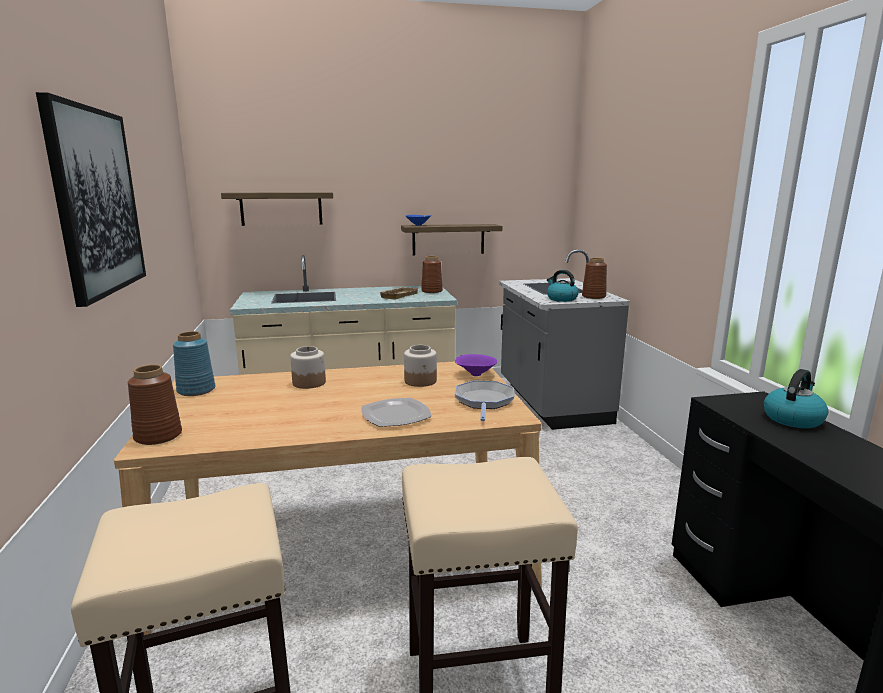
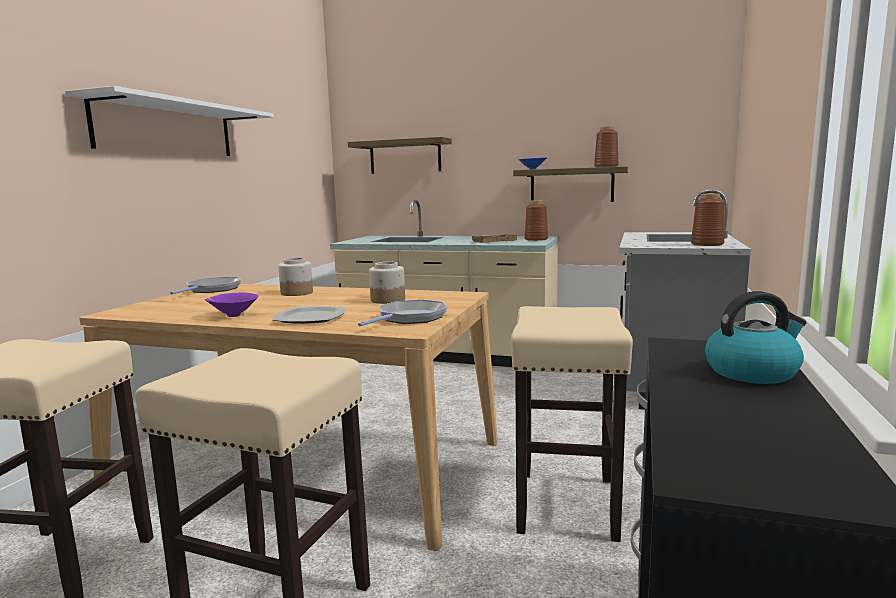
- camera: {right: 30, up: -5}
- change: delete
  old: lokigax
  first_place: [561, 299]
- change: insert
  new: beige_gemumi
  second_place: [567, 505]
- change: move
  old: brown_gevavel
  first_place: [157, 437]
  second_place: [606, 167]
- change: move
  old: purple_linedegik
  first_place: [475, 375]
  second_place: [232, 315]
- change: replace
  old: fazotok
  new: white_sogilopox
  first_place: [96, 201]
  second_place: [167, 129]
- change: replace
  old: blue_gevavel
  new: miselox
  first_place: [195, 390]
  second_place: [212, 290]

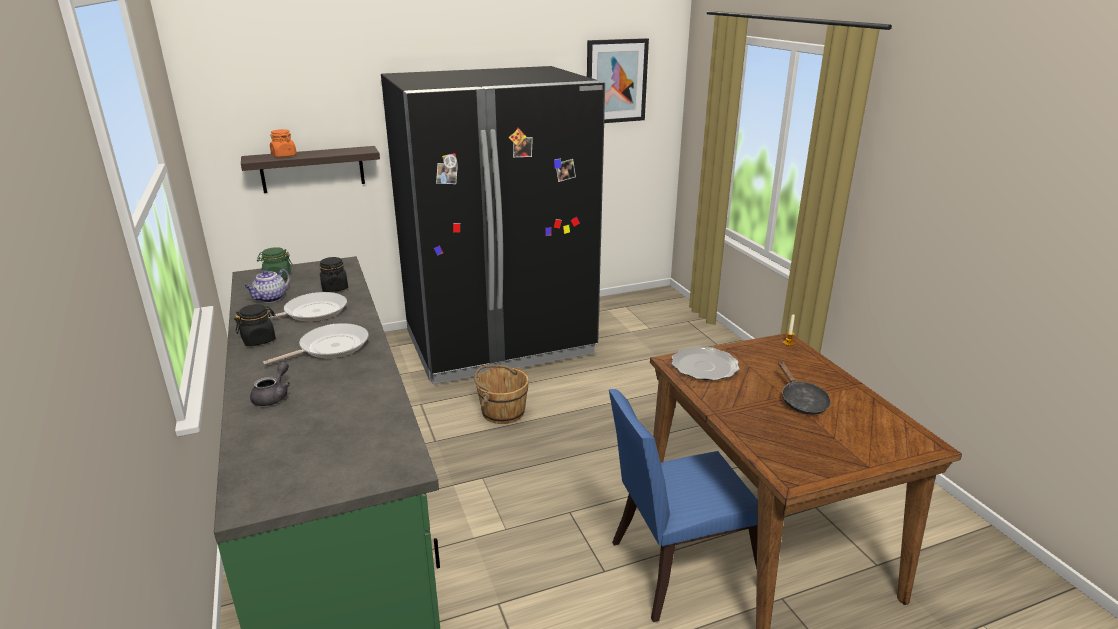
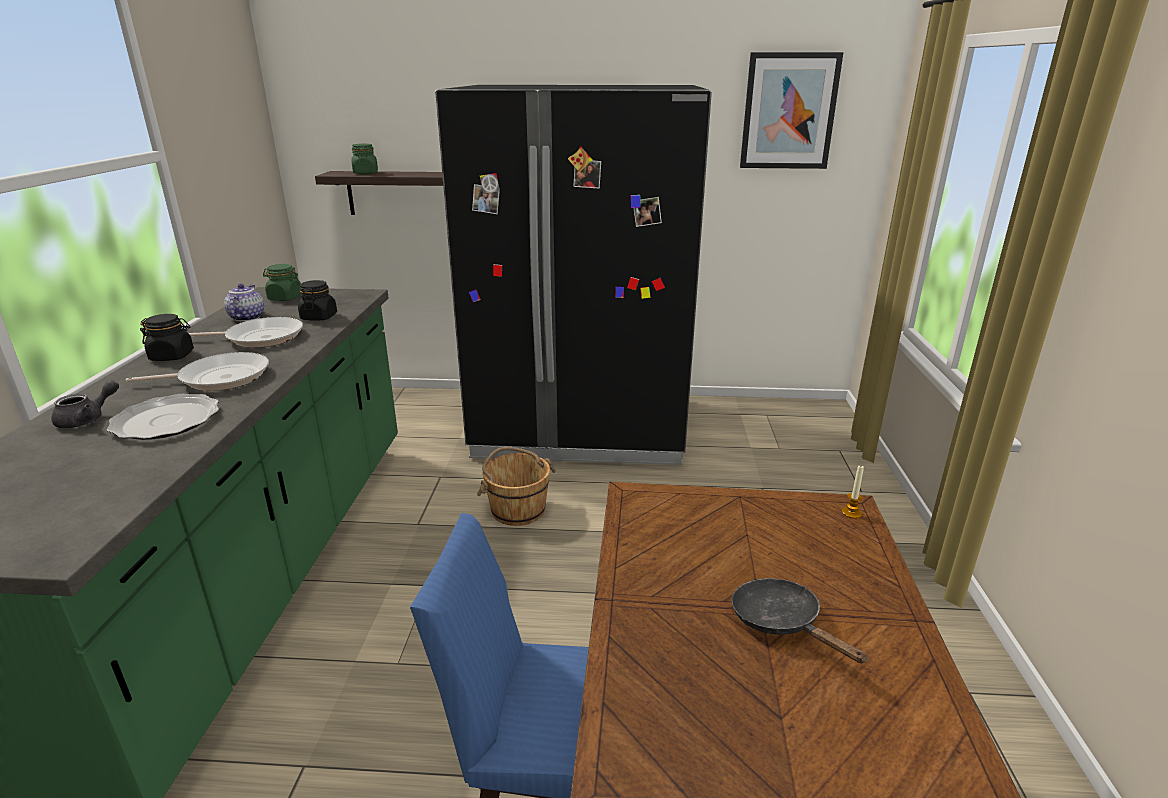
- camera: {right: 25, up: 0}
- change: move
  old: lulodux
  first_place: [704, 366]
  second_place: [166, 420]
- change: recolor
  old: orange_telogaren
  new: green_telogaren
  first_place: [284, 155]
  second_place: [365, 173]
- change: rotate
  old: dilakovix
  first_place: [270, 298]
  second_place: [247, 317]
  degrees: 120
- change: rotate
  old: black_miselox
  first_place: [801, 401]
  second_place: [781, 622]
  degrees: 135

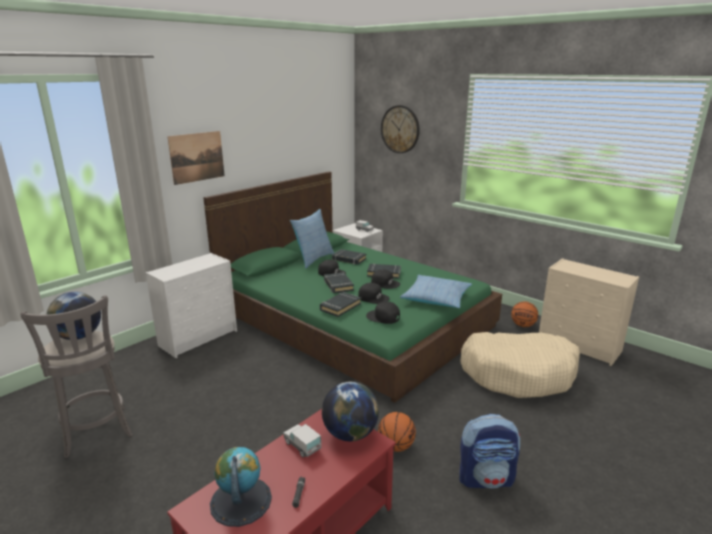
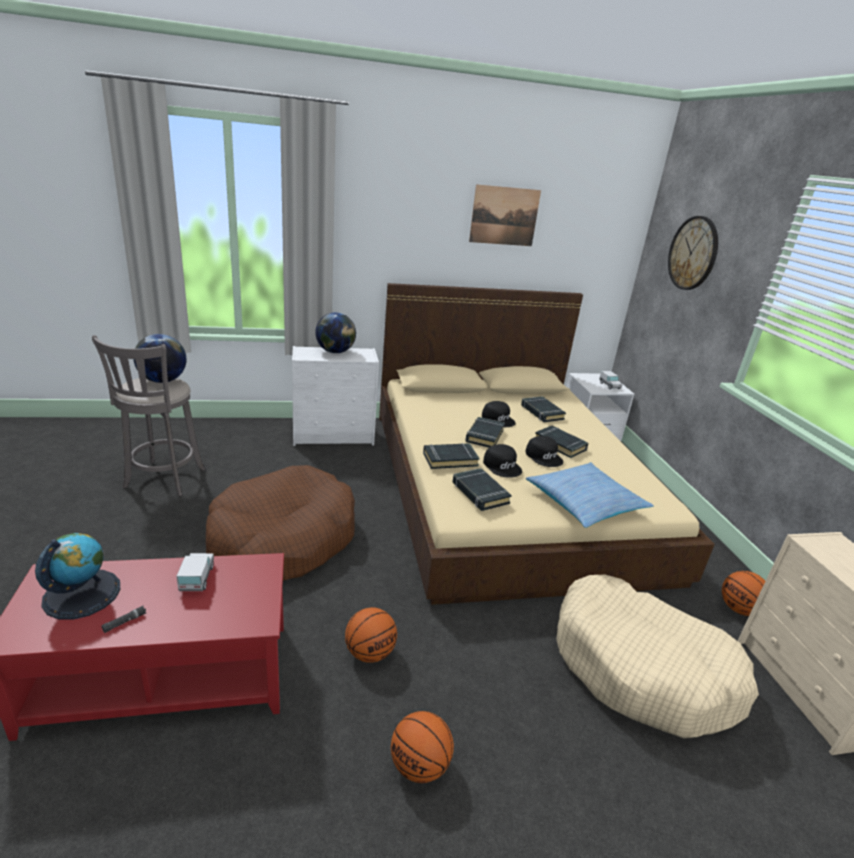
- camera: {right: 35, up: 5}
- change: delete
  old: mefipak
  first_place: [313, 259]
- change: insert
  new: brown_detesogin
  second_place: [282, 539]
- change: move
  old: fazotok
  first_place: [197, 157]
  second_place: [504, 216]
- change: move
  old: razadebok
  first_place: [350, 434]
  second_place: [335, 352]
- change: replace
  old: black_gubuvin
  new: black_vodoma
  first_place: [383, 317]
  second_place: [479, 493]
- change: replace
  old: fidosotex
  new: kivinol
  first_place: [486, 478]
  second_place: [419, 765]
- change: recolor
  old: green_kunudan
  new: beige_kunudan
  first_place: [353, 318]
  second_place: [507, 486]

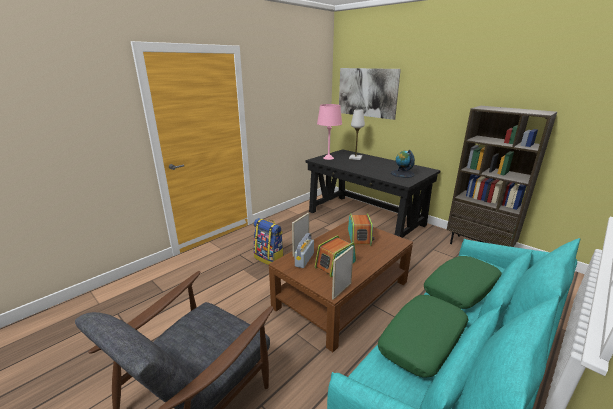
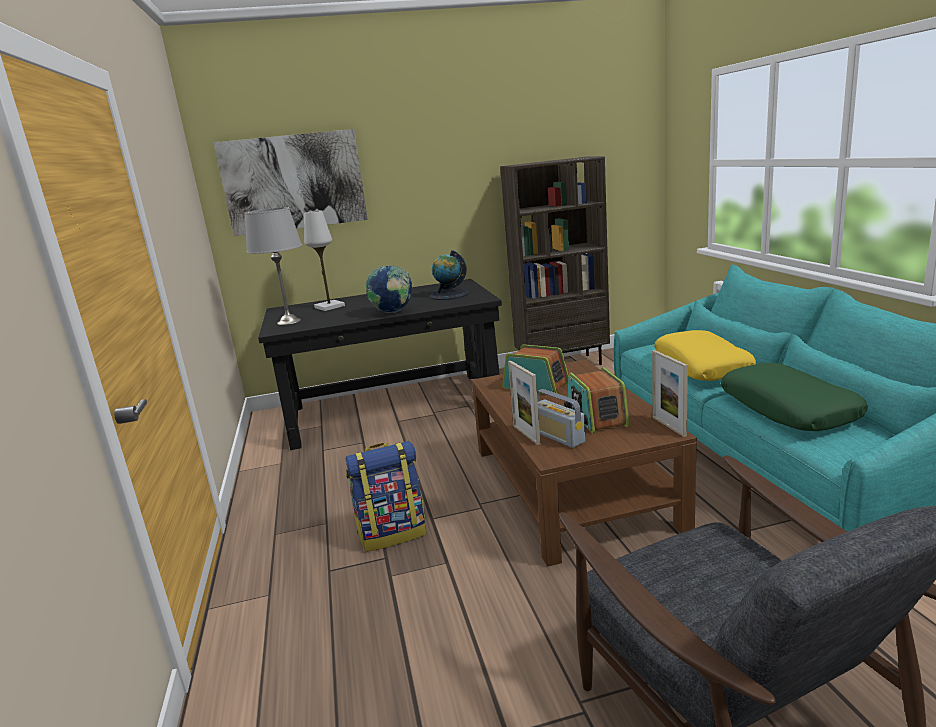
- camera: {right: -55, up: -5}
- change: insert
  new: razadebok
  second_place: [393, 312]
- change: recolor
  old: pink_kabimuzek
  new: grey_kabimuzek
  first_place: [328, 158]
  second_place: [288, 322]
- change: recolor
  old: green_mefipak
  new: yellow_mefipak
  first_place: [461, 288]
  second_place: [702, 366]

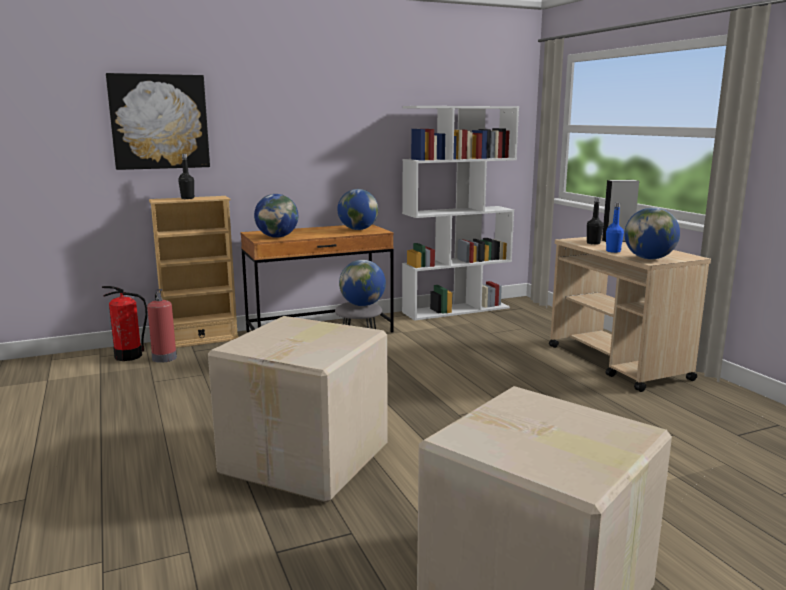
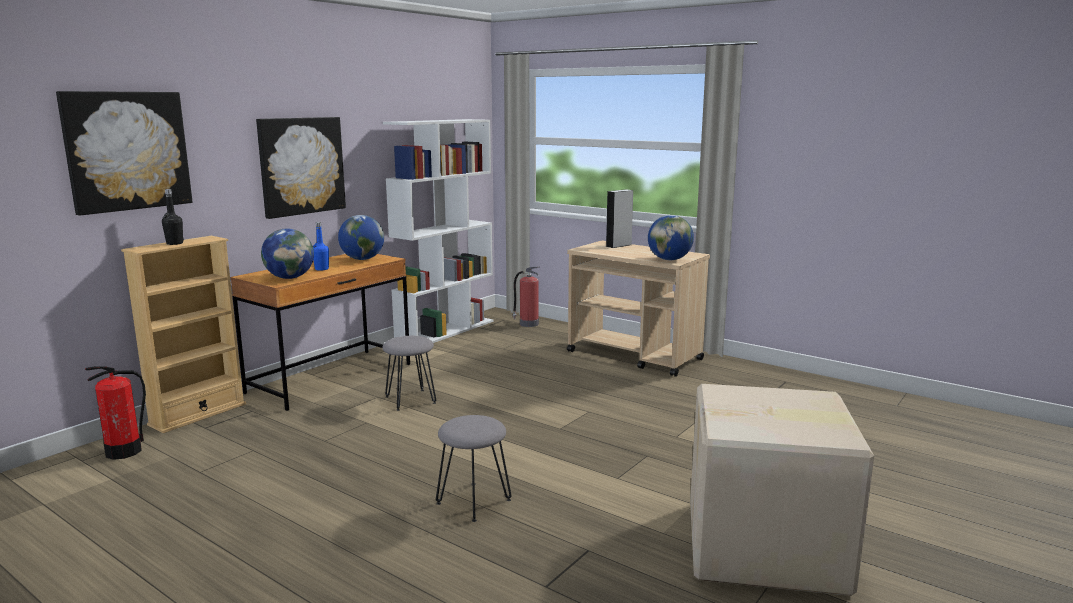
- camera: {right: -30, up: 0}
- change: delete
  old: razadebok
  first_place: [362, 305]
- change: delete
  old: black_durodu
  first_place: [593, 243]
- change: insert
  new: fazotok
  second_place: [301, 166]
- change: move
  old: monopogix
  first_place: [164, 357]
  second_place: [528, 324]
- change: move
  old: blue_durodu
  first_place: [613, 251]
  second_place: [321, 269]
- change: replace
  old: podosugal
  new: grey_gemumi
  first_place: [308, 458]
  second_place: [474, 501]

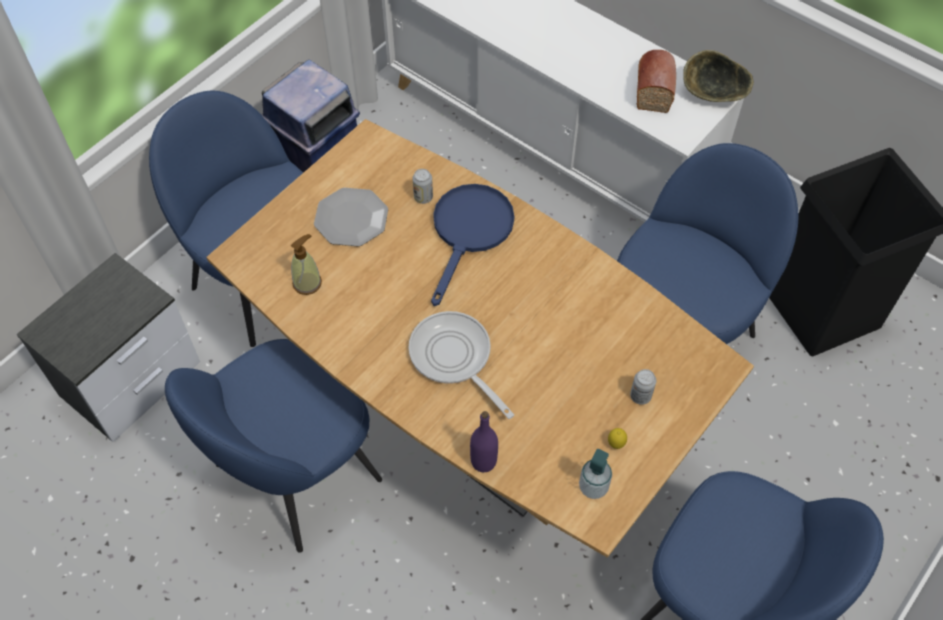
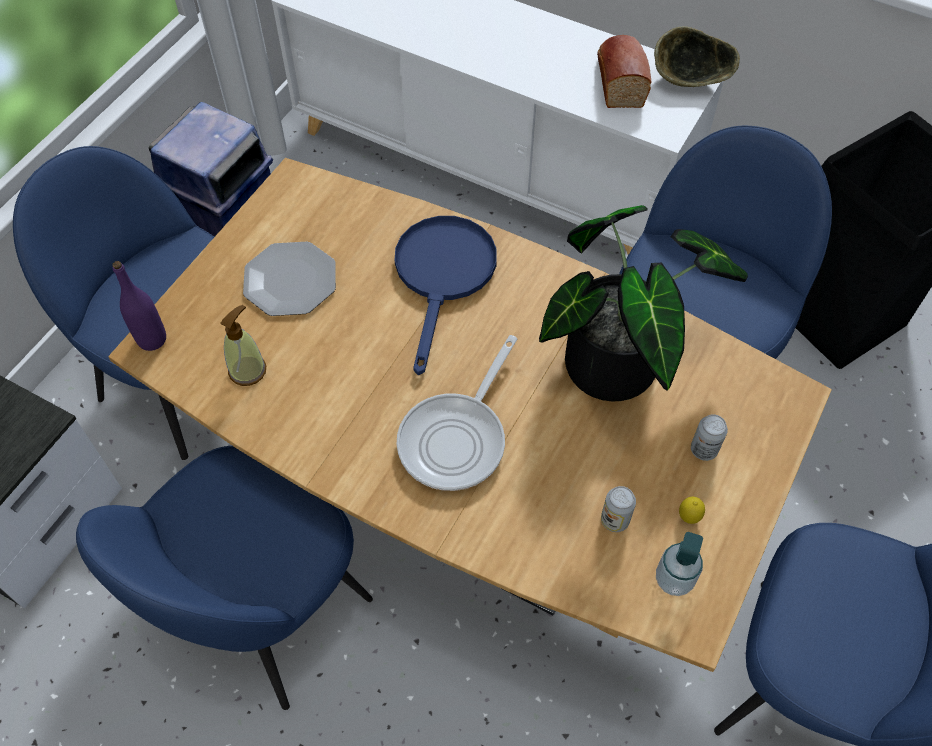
- camera: {right: -10, up: 0}
- change: insert
  new: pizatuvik
  second_place: [622, 366]
- change: move
  old: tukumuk
  first_place: [423, 197]
  second_place: [614, 520]
- change: move
  old: purple_durodu
  first_place: [483, 461]
  second_place: [152, 339]
- change: rotate
  old: miselox
  first_place: [454, 358]
  second_place: [457, 438]
  degrees: -105

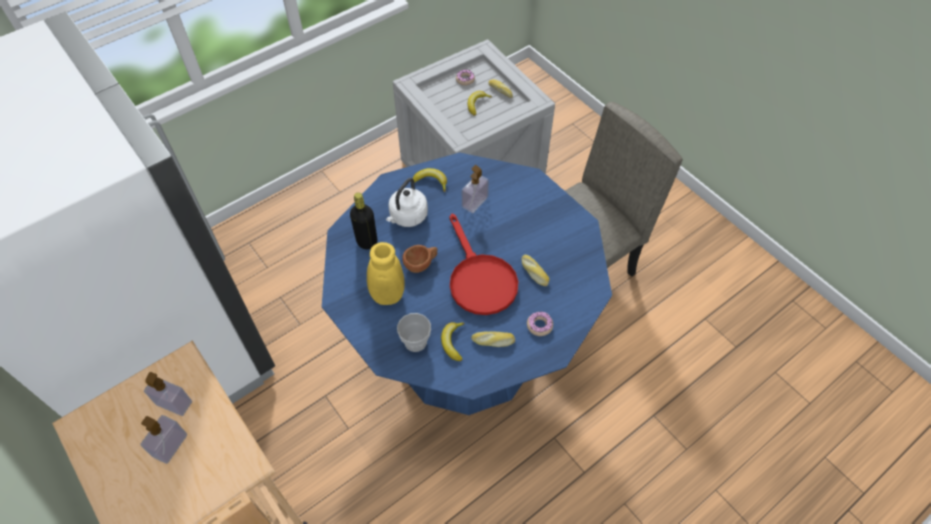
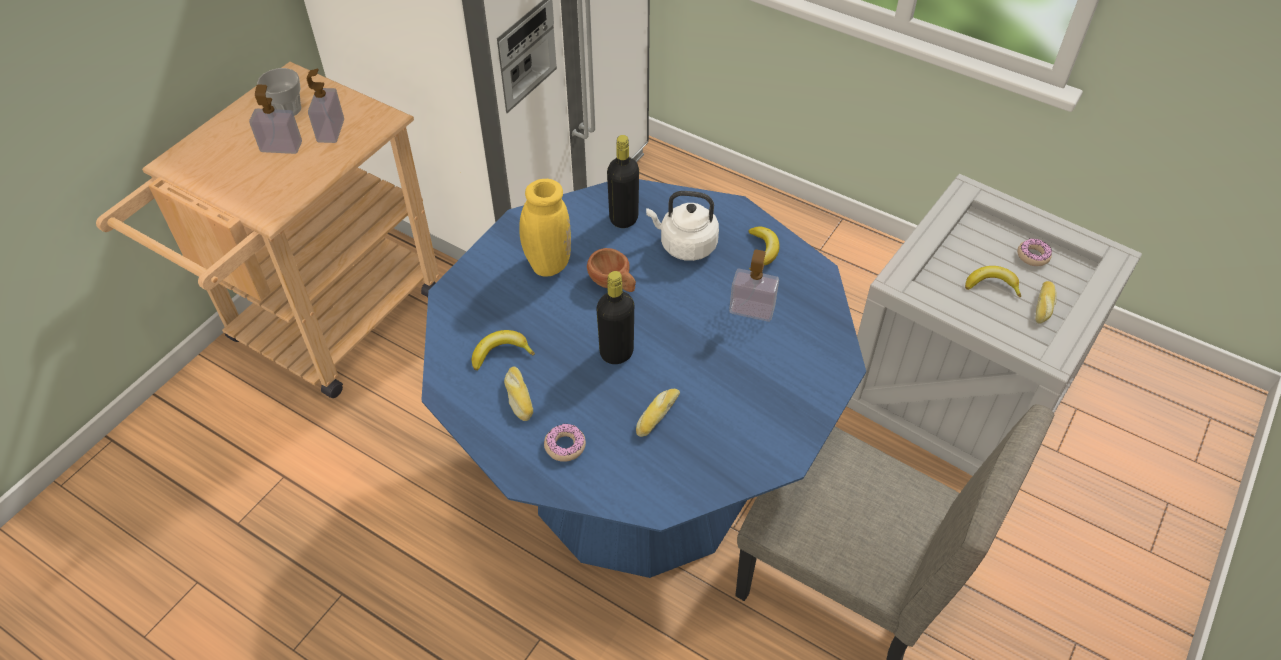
- camera: {right: 70, up: -5}
- change: move
  old: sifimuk
  first_place: [415, 342]
  second_place: [287, 109]
- change: replace
  old: red_miselox
  new: black_durodu
  first_place: [479, 279]
  second_place: [616, 353]

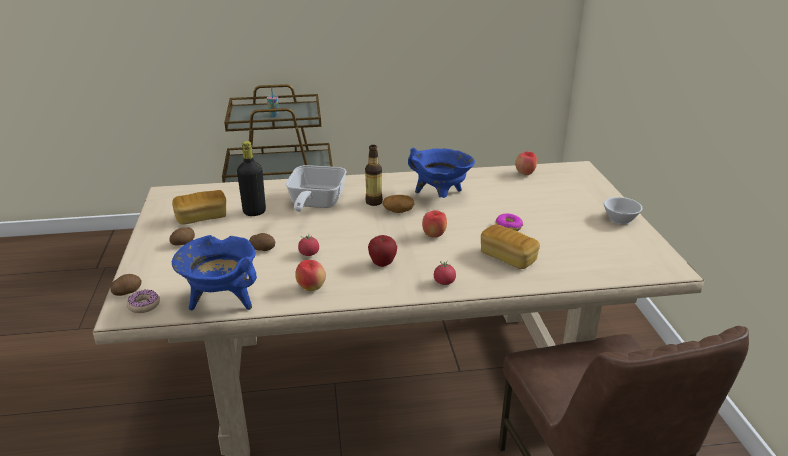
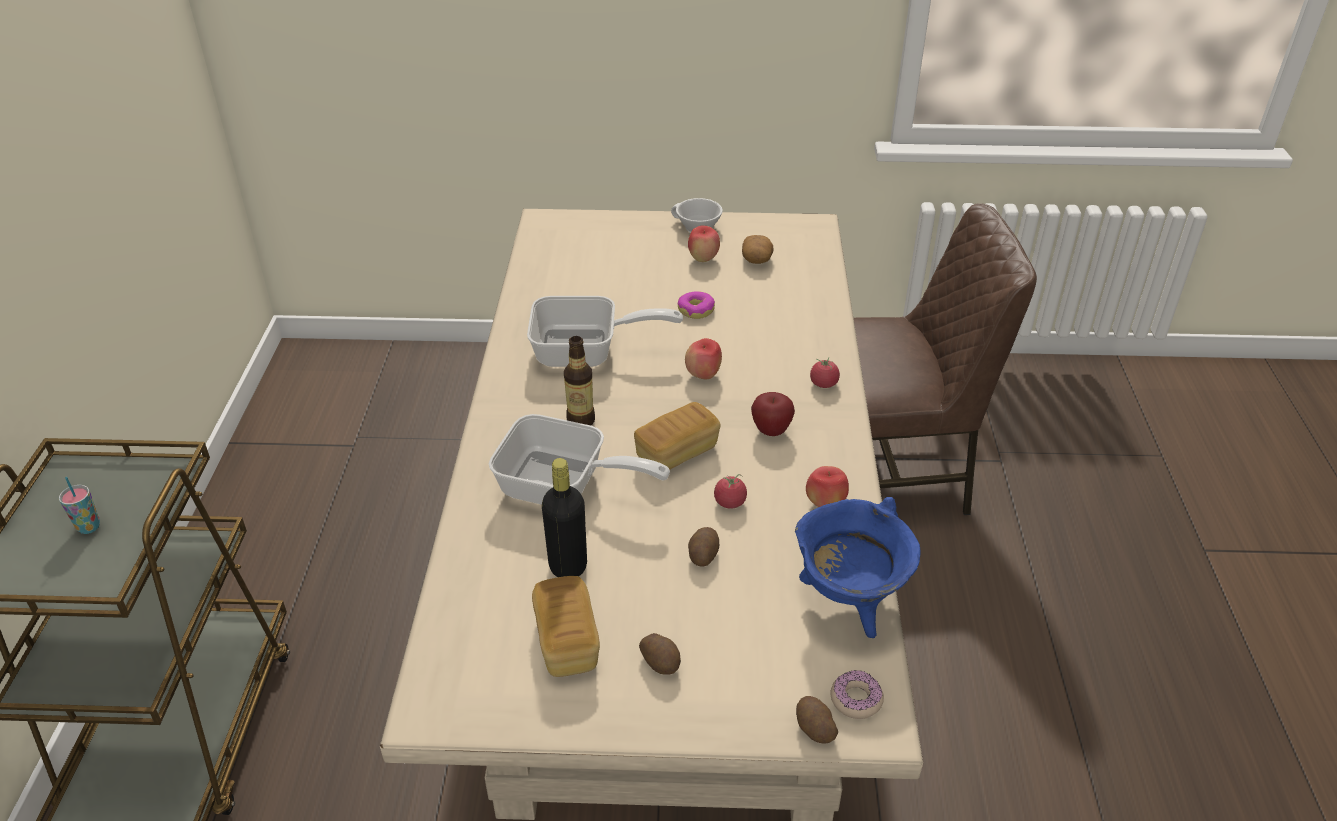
- camera: {right: -80, up: 10}
- change: move
  old: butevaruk
  first_place: [398, 211]
  second_place: [757, 260]
- change: move
  old: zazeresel
  first_place: [508, 258]
  second_place: [676, 452]
- change: move
  old: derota
  first_place: [525, 174]
  second_place: [703, 259]
- change: replace
  old: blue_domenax
  new: miselox
  first_place: [440, 197]
  second_place: [587, 352]

